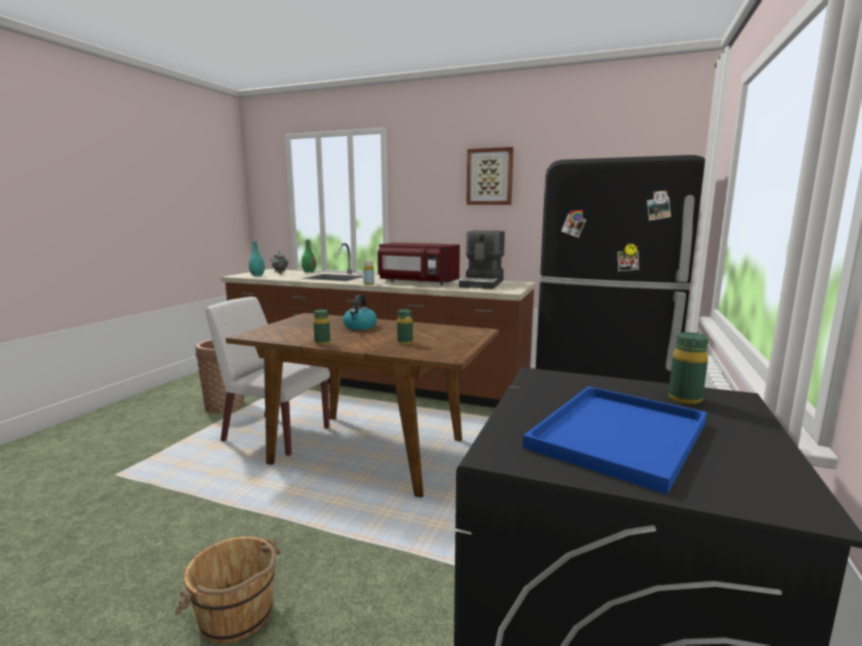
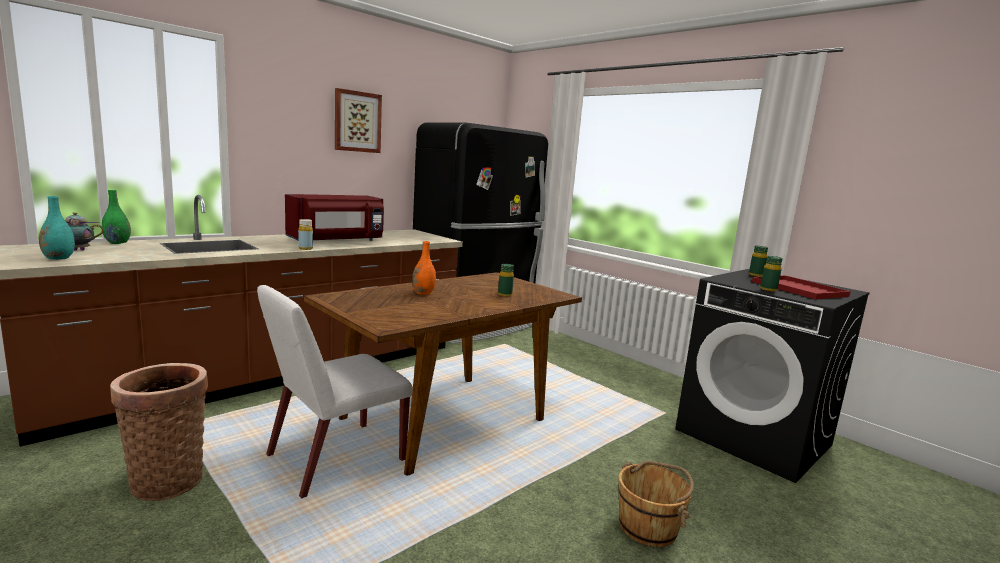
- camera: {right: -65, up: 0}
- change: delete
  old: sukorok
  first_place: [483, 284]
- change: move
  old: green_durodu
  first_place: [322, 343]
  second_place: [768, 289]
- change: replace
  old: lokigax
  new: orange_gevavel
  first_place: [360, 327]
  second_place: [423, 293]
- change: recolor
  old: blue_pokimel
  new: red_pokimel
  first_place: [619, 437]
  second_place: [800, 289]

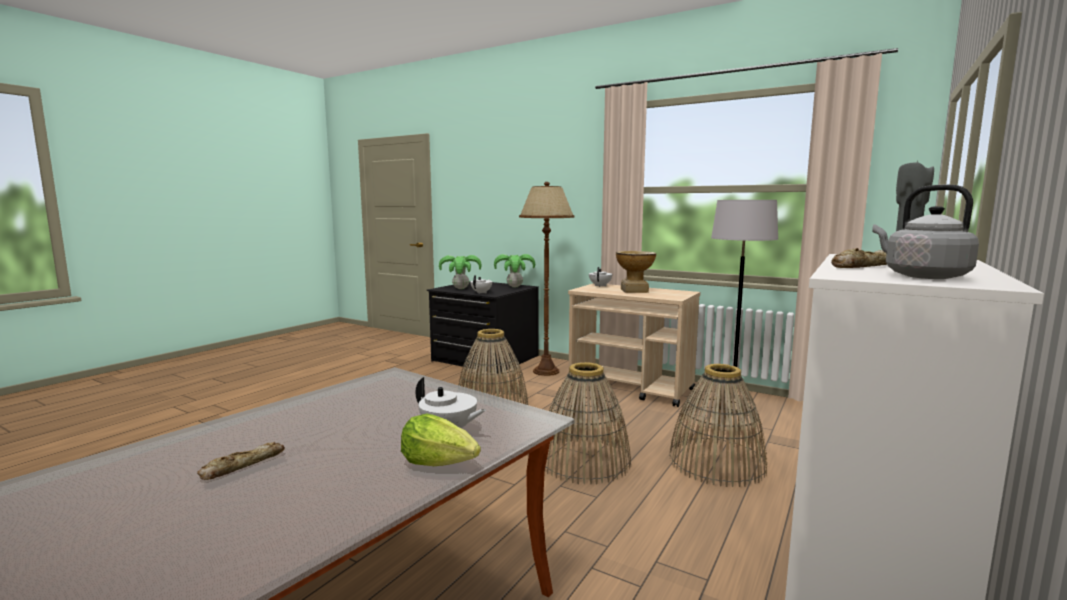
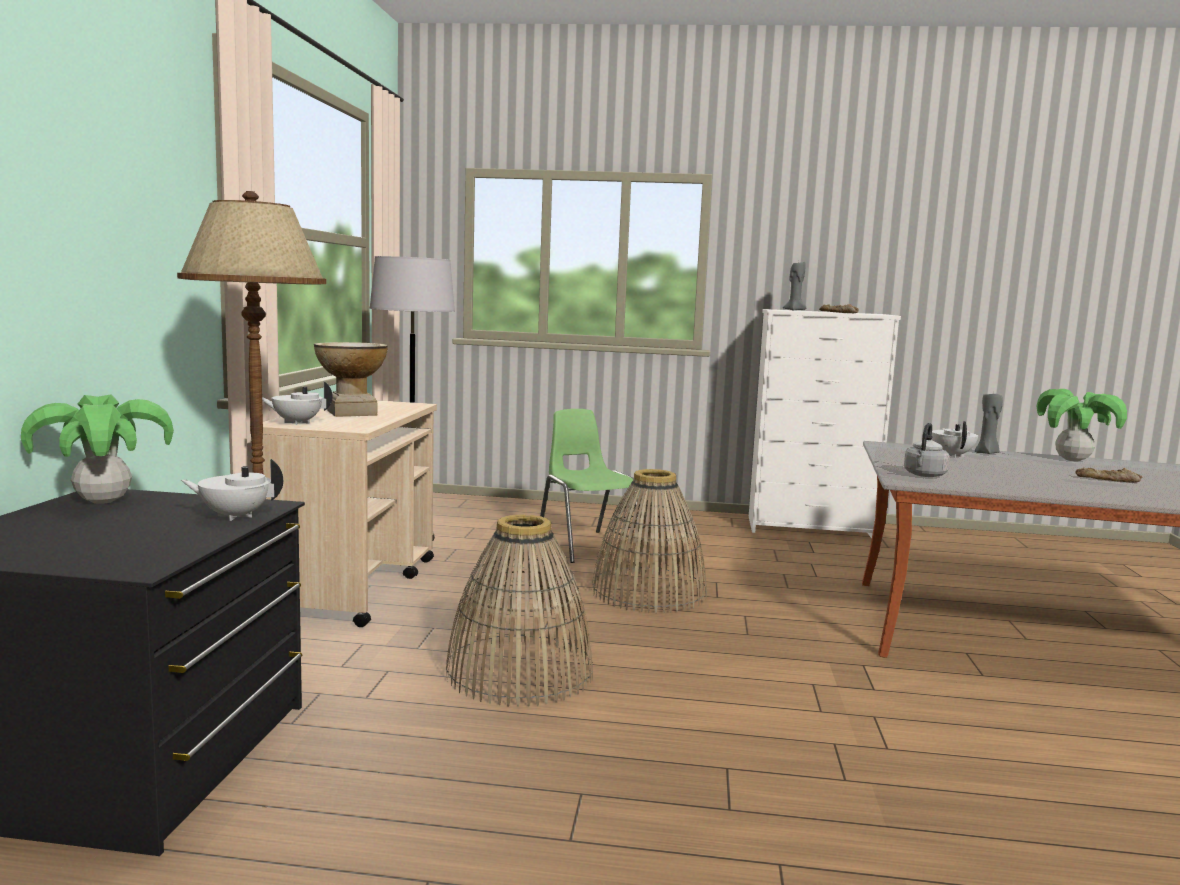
- camera: {right: -115, up: 0}
- change: move
  old: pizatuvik
  first_place: [461, 288]
  second_place: [1072, 460]
- change: move
  old: grey_lokigax
  first_place: [921, 276]
  second_place: [924, 475]
- change: replace
  old: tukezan
  new: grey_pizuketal
  first_place: [439, 462]
  second_place: [987, 453]
- change: replace
  old: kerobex
  new: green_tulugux
  first_place: [717, 463]
  second_place: [586, 546]

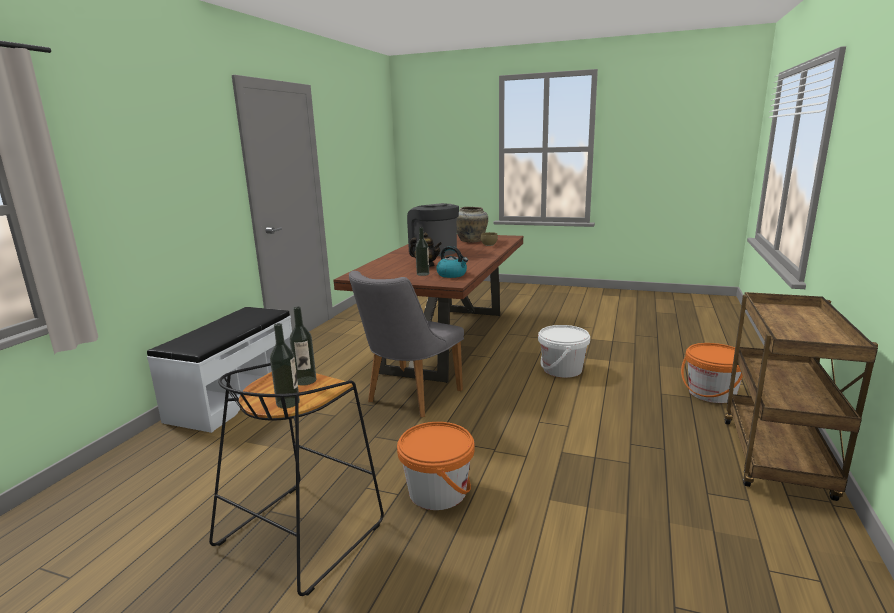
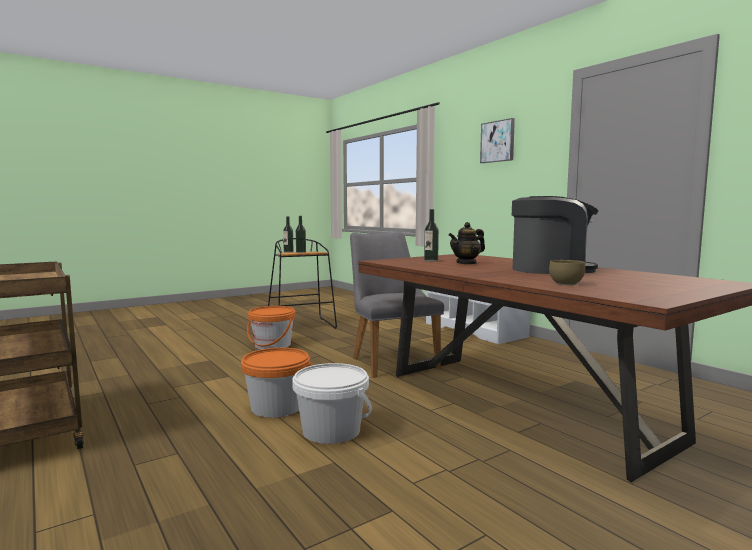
- camera: {right: 125, up: -10}
- change: delete
  old: lokigax
  first_place: [452, 275]
- change: delete
  old: beige_gevavel
  first_place: [471, 241]
- change: insert
  new: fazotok
  second_place: [498, 141]
- change: move
  old: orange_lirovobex
  first_place: [711, 393]
  second_place: [277, 407]

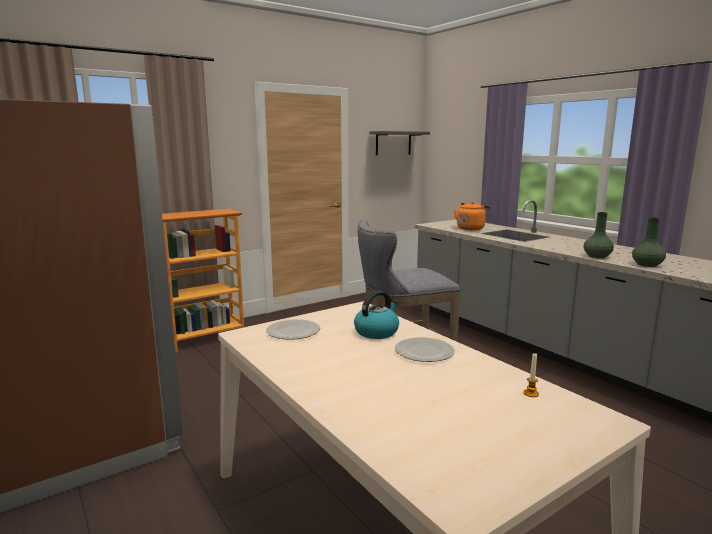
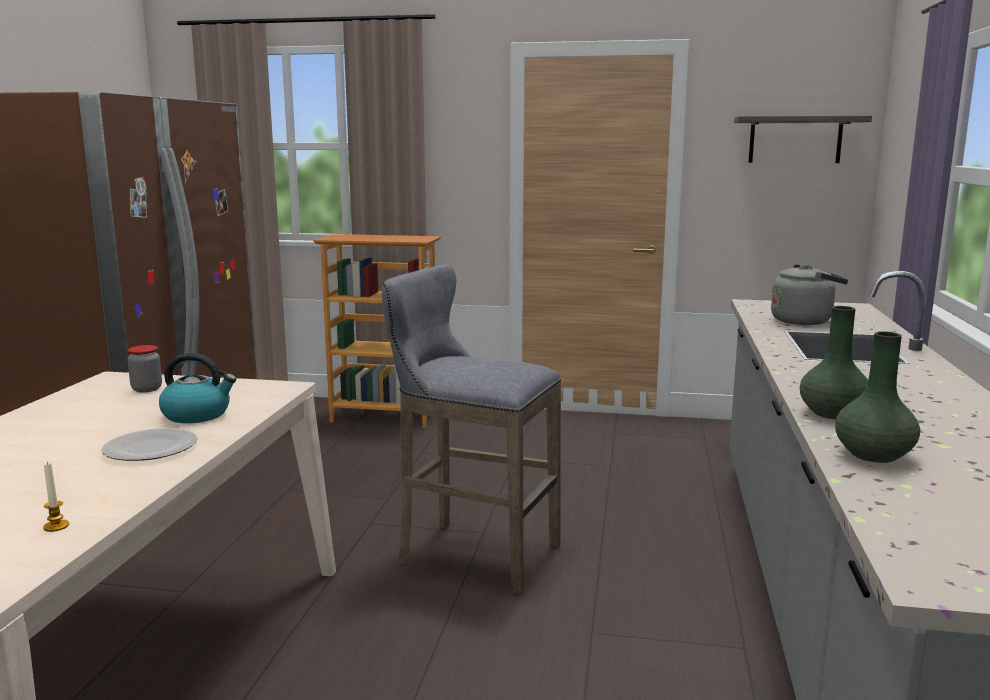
- camera: {right: 45, up: 0}
- change: replace
  old: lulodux
  new: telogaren
  first_place: [293, 331]
  second_place: [147, 389]
- change: recolor
  old: orange_lokigax
  new: grey_lokigax
  first_place: [471, 228]
  second_place: [804, 321]

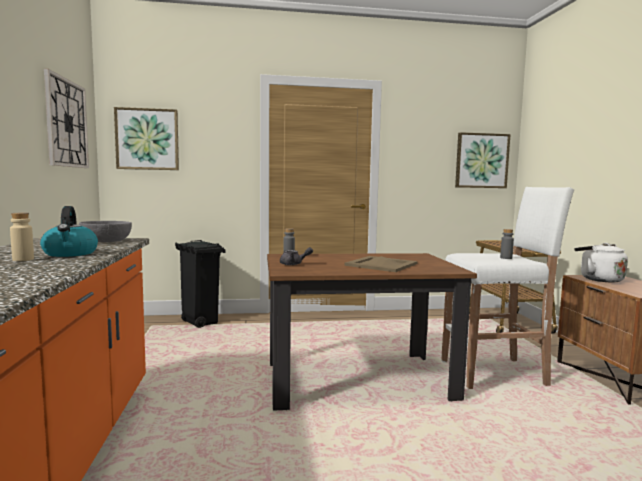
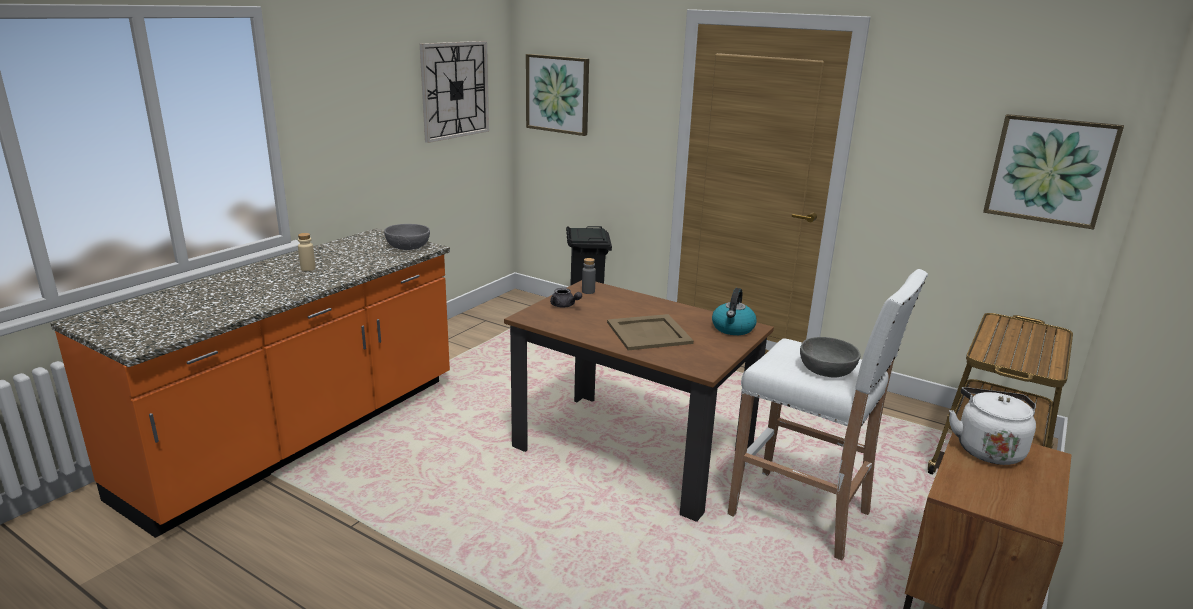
- camera: {right: 40, up: 15}
- change: move
  old: lokigax
  first_place: [70, 253]
  second_place: [733, 328]
- change: replace
  old: grey_durodu
  new: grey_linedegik
  first_place: [506, 258]
  second_place: [827, 370]

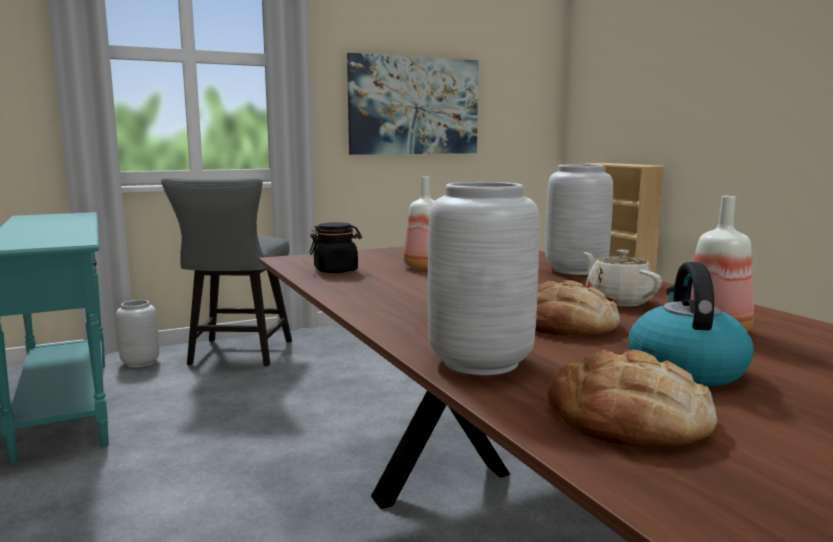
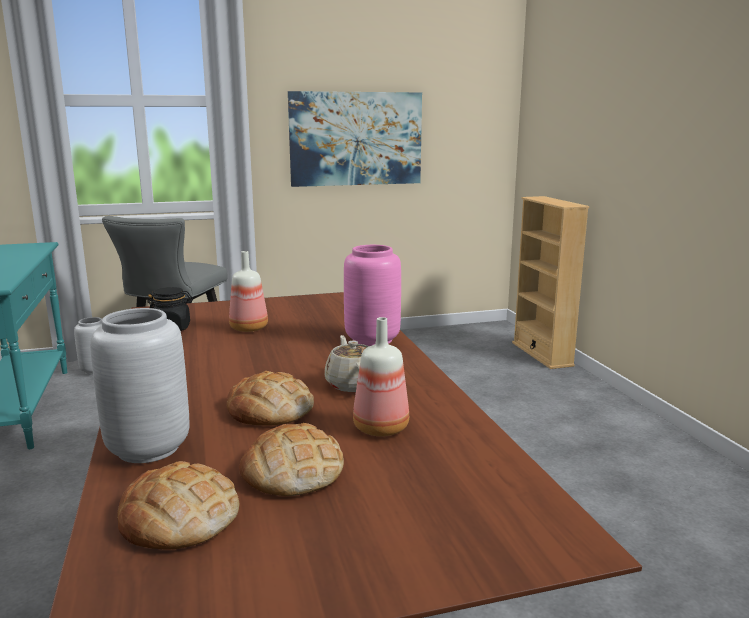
- camera: {right: 10, up: 5}
- change: replace
  old: lokigax
  new: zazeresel
  first_place: [685, 369]
  second_place: [292, 471]
- change: recolor
  old: grey_gevavel
  new: pink_gevavel
  first_place: [575, 270]
  second_place: [372, 339]

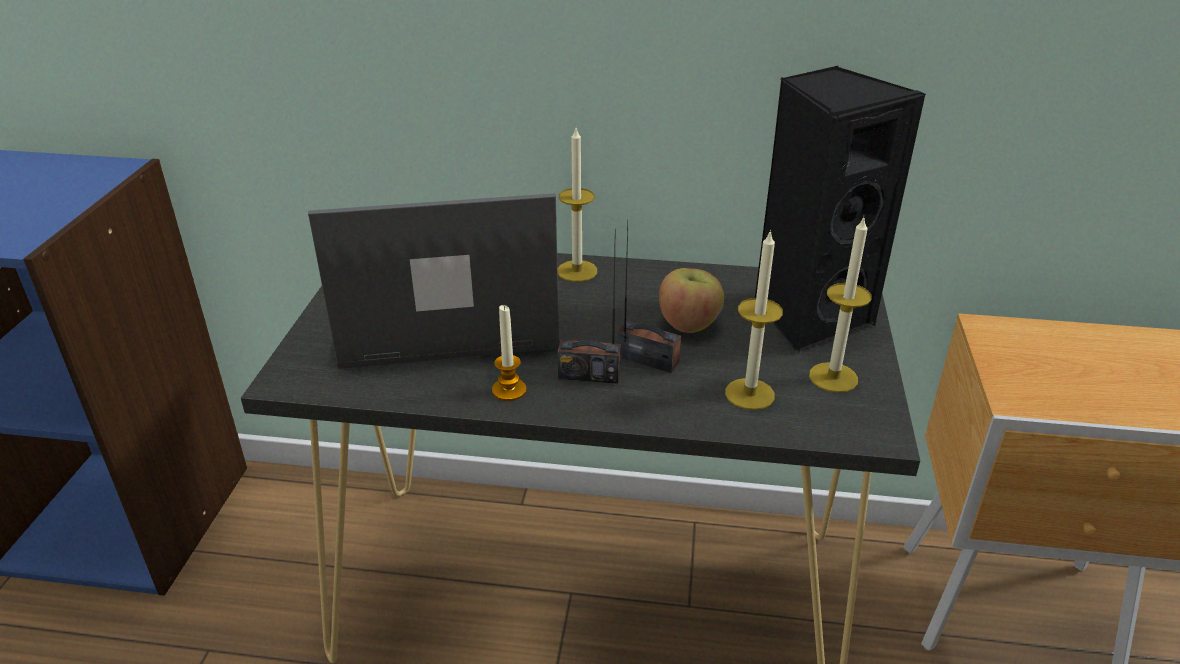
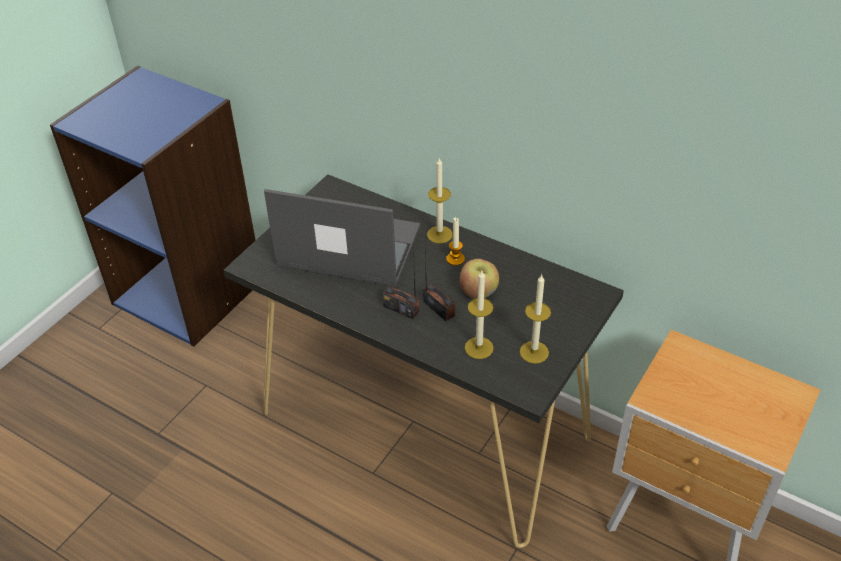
- camera: {right: 25, up: 10}
- change: delete
  old: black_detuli
  first_place: [809, 316]
- change: move
  old: pizuketal
  first_place: [509, 390]
  second_place: [455, 259]

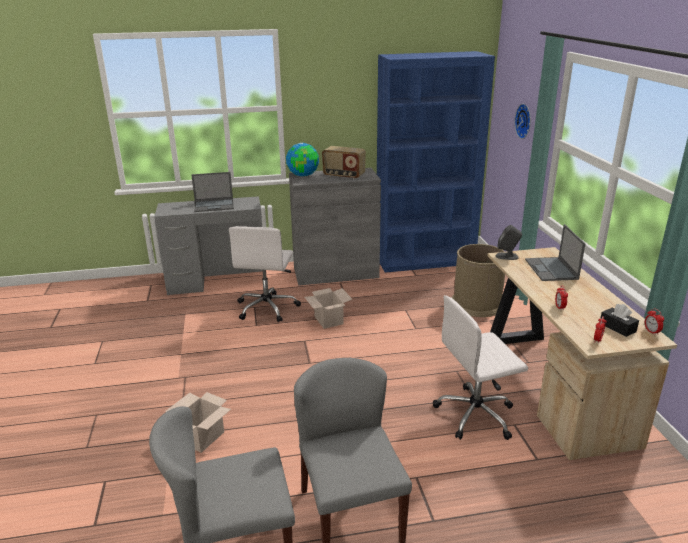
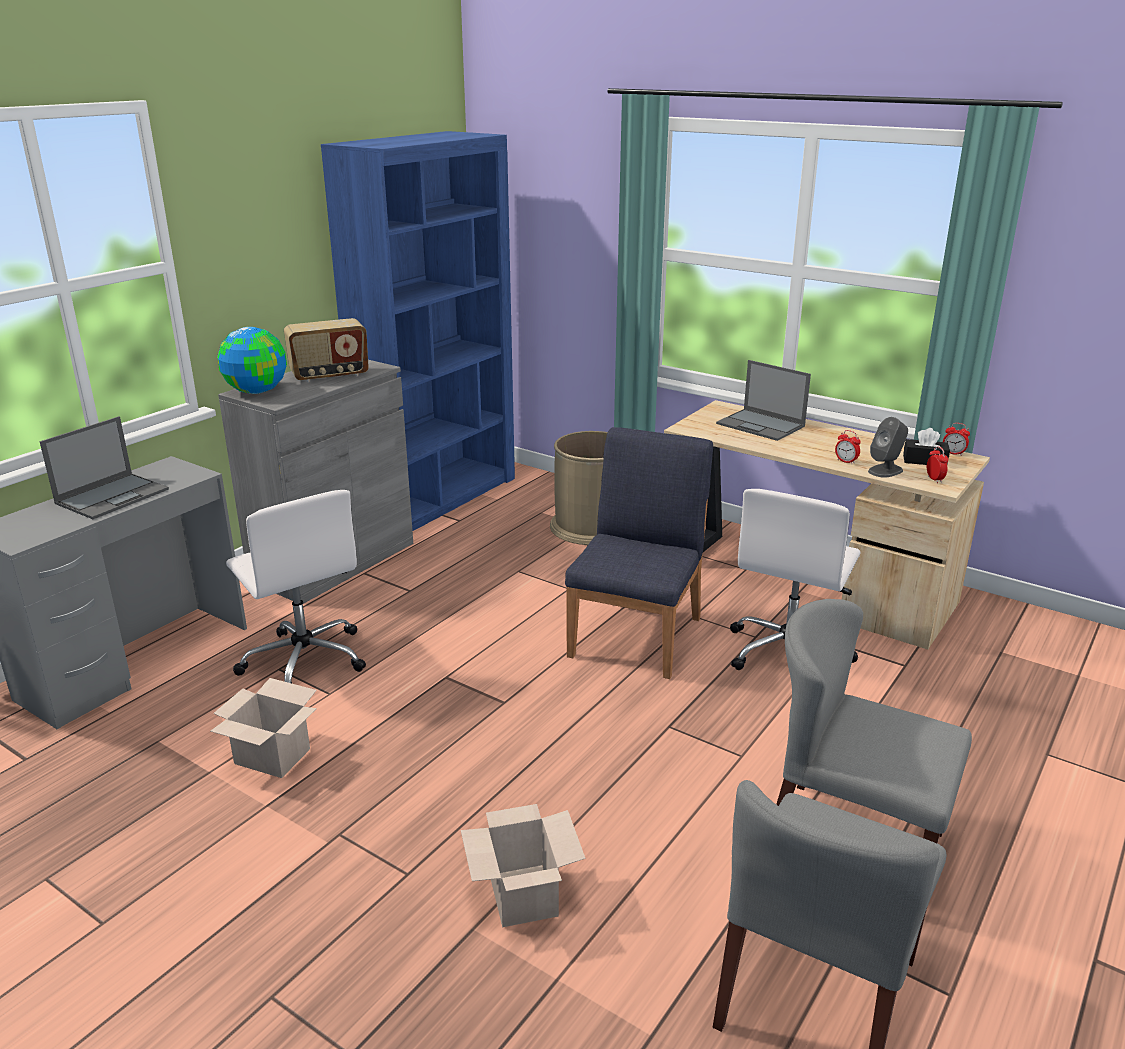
- camera: {right: -45, up: 0}
- change: delete
  old: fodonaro
  first_place: [525, 121]
- change: insert
  new: blue_tulugux
  second_place: [637, 636]
- change: move
  old: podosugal
  first_place: [328, 320]
  second_place: [270, 757]
- change: move
  old: grey_detuli
  first_place: [507, 256]
  second_place: [885, 470]

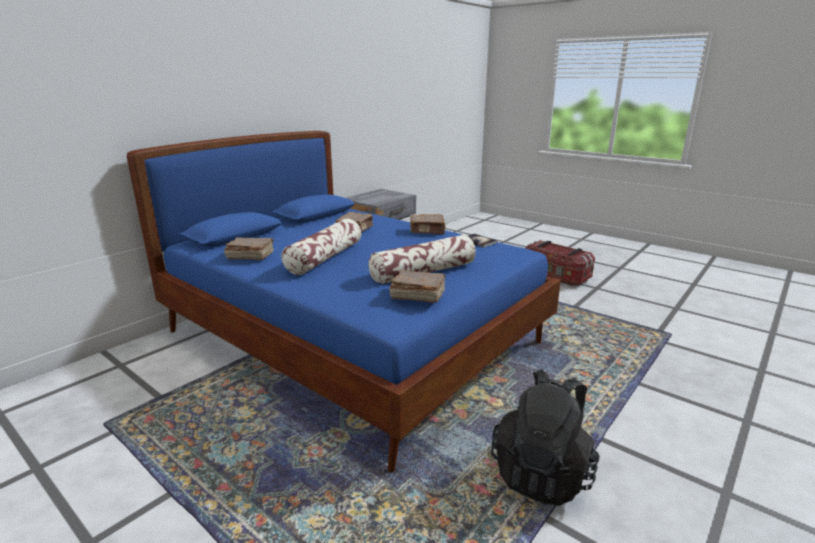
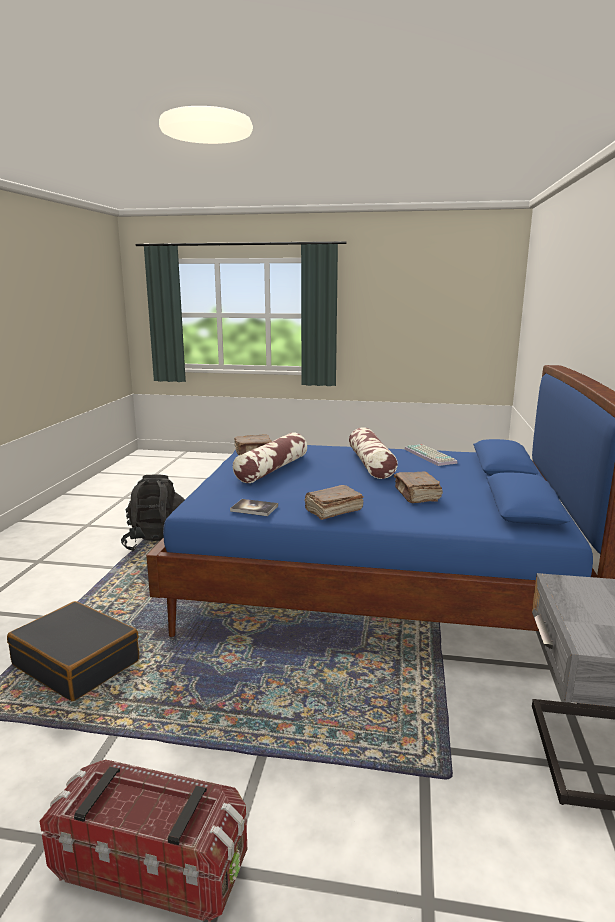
- camera: {right: 150, up: -5}
- change: insert
  new: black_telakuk
  second_place: [77, 663]
- change: replace
  old: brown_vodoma
  new: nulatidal
  first_place: [250, 256]
  second_place: [431, 456]

